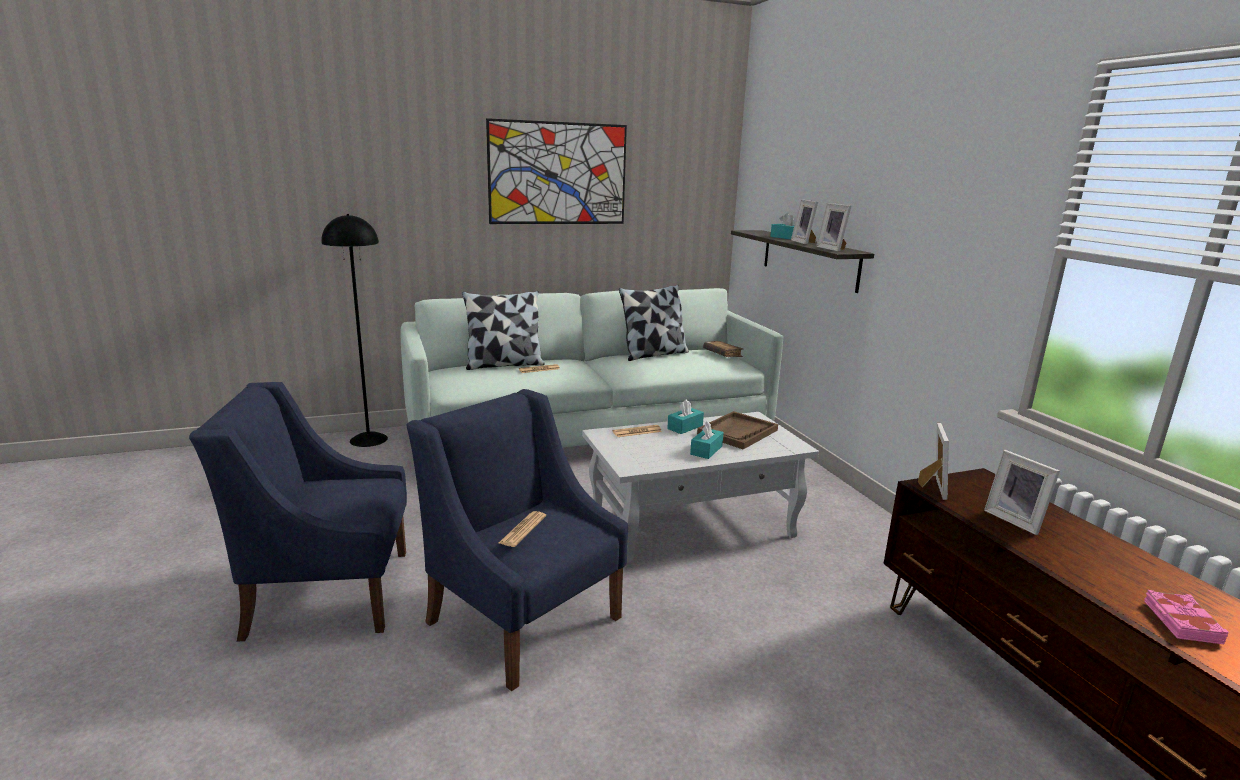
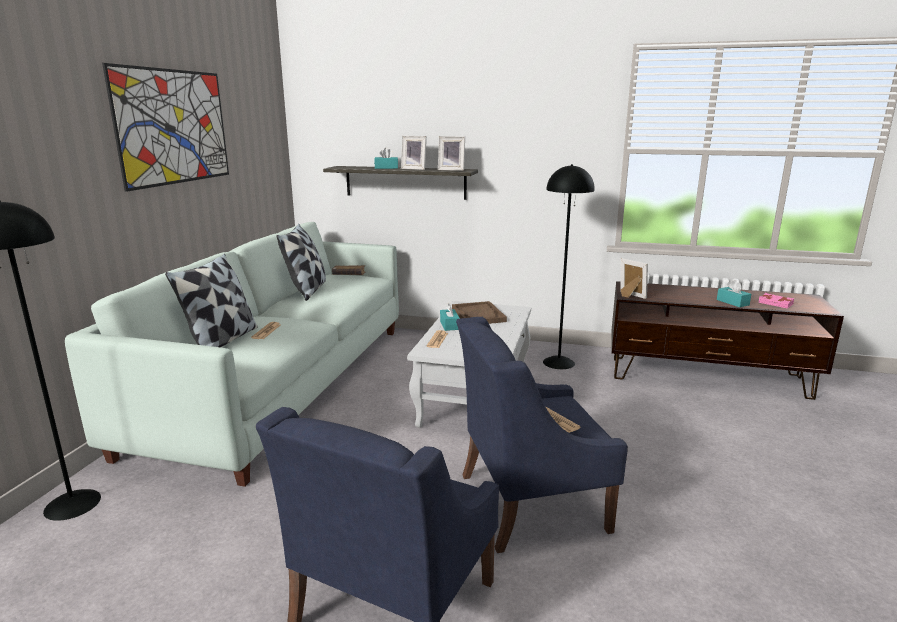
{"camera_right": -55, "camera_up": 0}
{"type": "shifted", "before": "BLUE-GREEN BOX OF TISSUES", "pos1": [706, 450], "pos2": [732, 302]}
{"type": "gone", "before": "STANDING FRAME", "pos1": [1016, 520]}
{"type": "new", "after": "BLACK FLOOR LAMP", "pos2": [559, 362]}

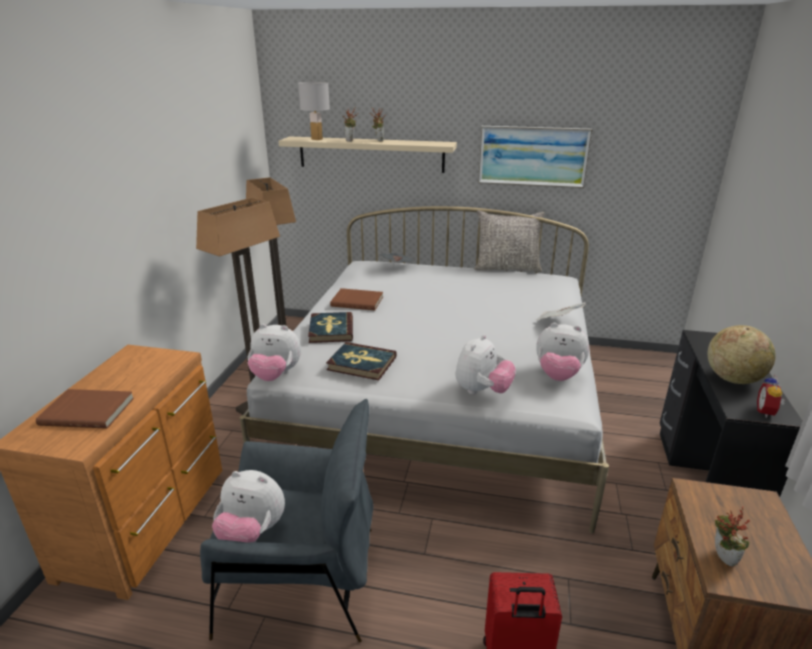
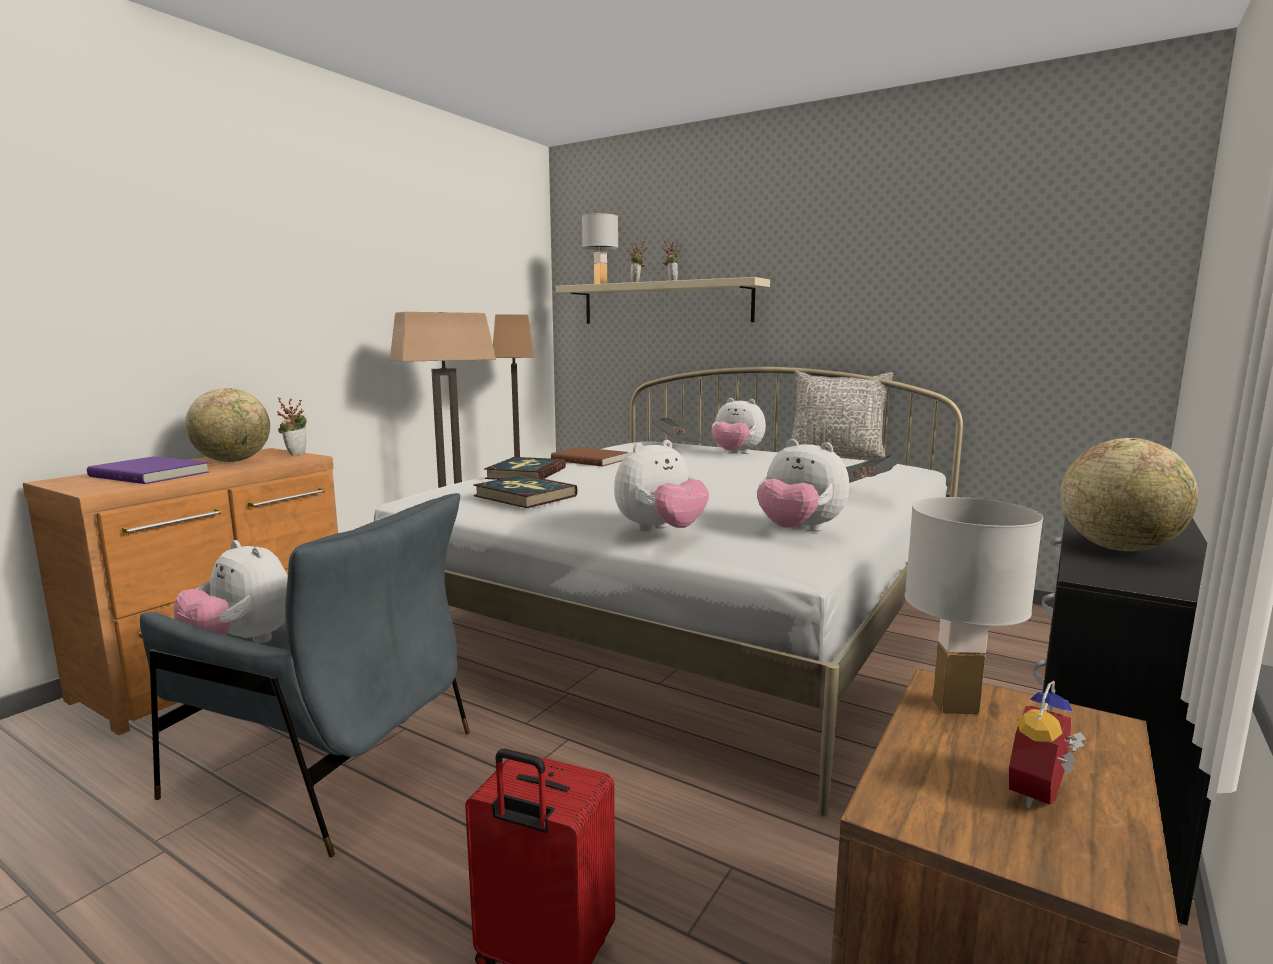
{"camera_right": 20, "camera_up": -15}
{"type": "repainted", "before": "BROWNISH VOLUME", "after": "PURPLE-COLOURED VOLUME", "pos1": [88, 410], "pos2": [151, 474]}
{"type": "shifted", "before": "SOFT TOY", "pos1": [276, 375], "pos2": [736, 454]}
{"type": "gone", "before": "PICTURE", "pos1": [533, 156]}
{"type": "shifted", "before": "POTTED PLANT", "pos1": [720, 557], "pos2": [295, 454]}
{"type": "shifted", "before": "ALARM CLOCK", "pos1": [767, 412], "pos2": [1043, 796]}
{"type": "new", "after": "DESK GLOBE", "pos2": [233, 461]}
{"type": "new", "after": "WHITE TABLETOP LAMP", "pos2": [956, 707]}

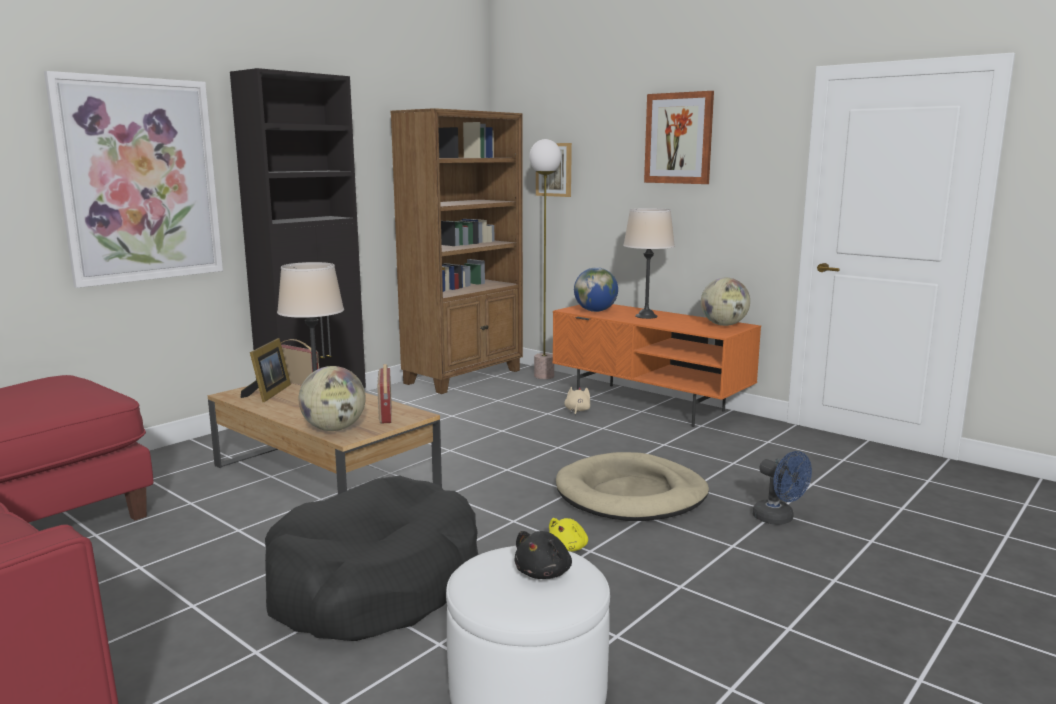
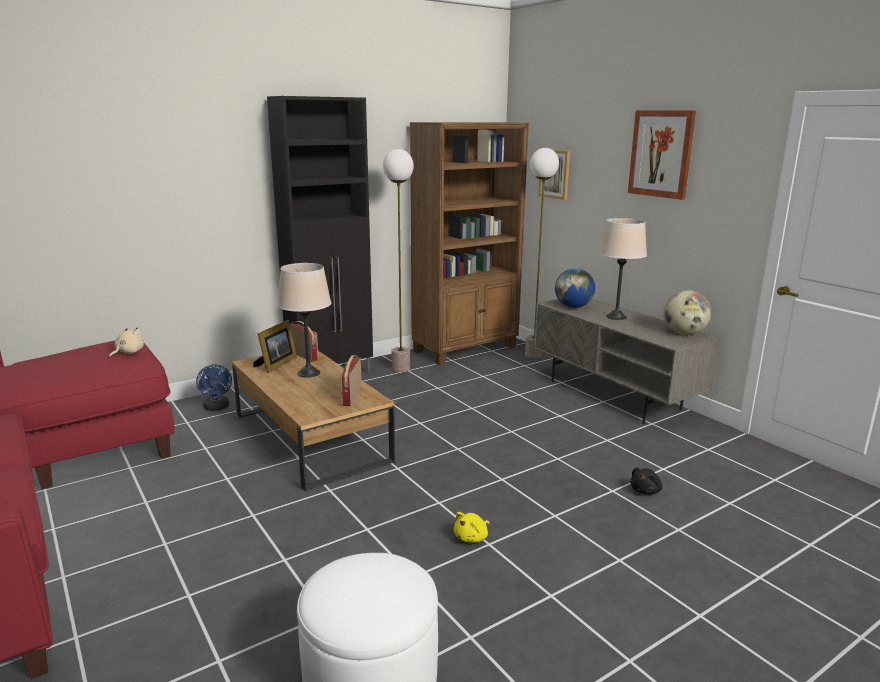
{"camera_right": 15, "camera_up": 5}
{"type": "gone", "before": "PICTURE", "pos1": [140, 180]}
{"type": "gone", "before": "BLACK DOG BED", "pos1": [374, 584]}
{"type": "gone", "before": "DESK GLOBE", "pos1": [334, 429]}
{"type": "shifted", "before": "BLACK SOFT TOY", "pos1": [544, 573], "pos2": [646, 490]}
{"type": "repainted", "before": "ORANGE TV STAND", "after": "GREY TV STAND", "pos1": [650, 404], "pos2": [615, 395]}
{"type": "gone", "before": "SAND-COLOURED DOG BED", "pos1": [631, 494]}
{"type": "shifted", "before": "SAND-COLOURED SOFT TOY", "pos1": [577, 410], "pos2": [128, 353]}
{"type": "shifted", "before": "BLUE-COLOURED ELECTRIC FAN", "pos1": [778, 519], "pos2": [217, 408]}
{"type": "new", "after": "FLOOR LAMP", "pos2": [401, 368]}

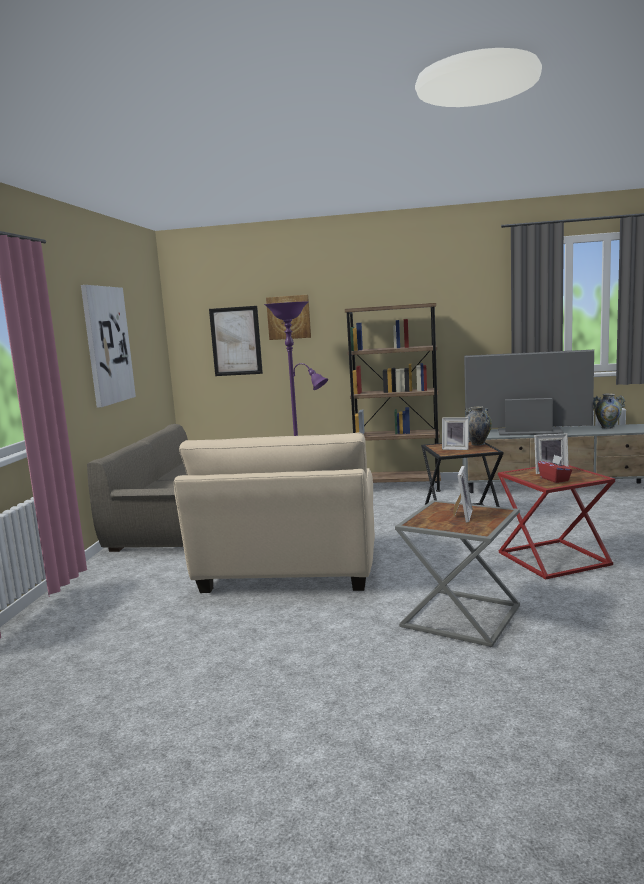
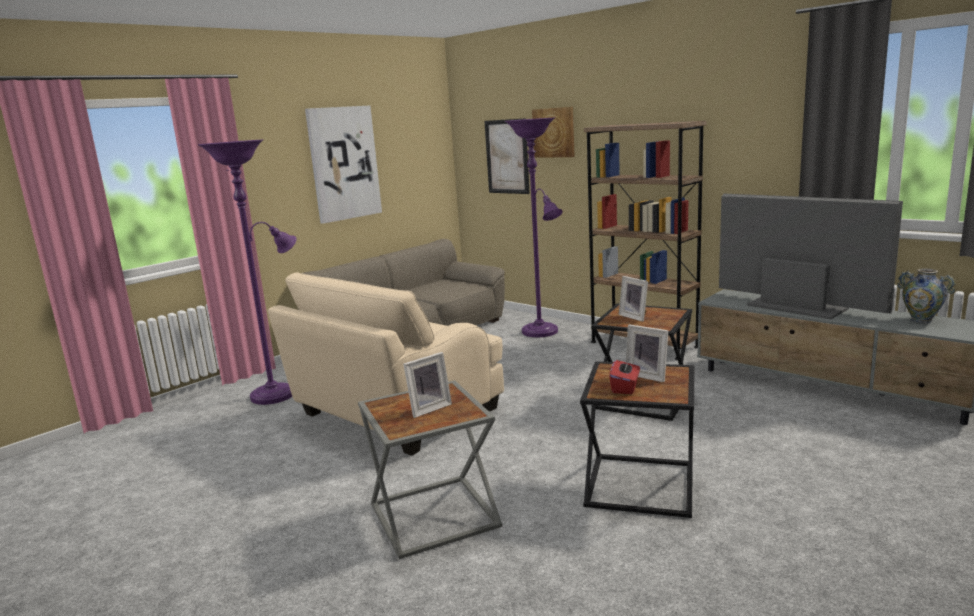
{"camera_right": 35, "camera_up": 5}
{"type": "gone", "before": "VASE", "pos1": [478, 444]}
{"type": "repainted", "before": "RED-COLOURED END TABLE", "after": "BLACK END TABLE", "pos1": [553, 558], "pos2": [642, 485]}
{"type": "new", "after": "PURPLE-COLOURED FLOOR LAMP", "pos2": [278, 393]}

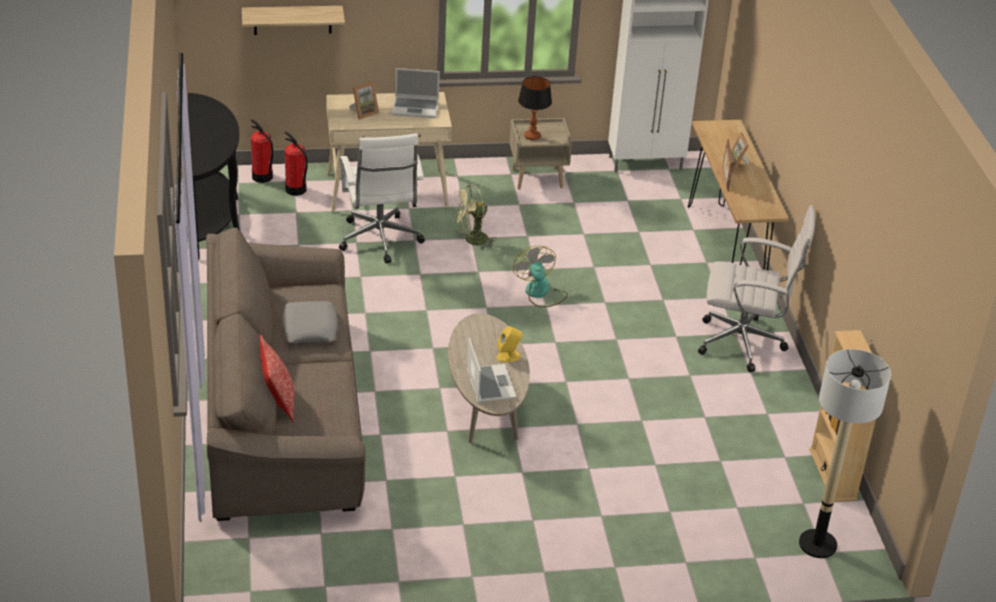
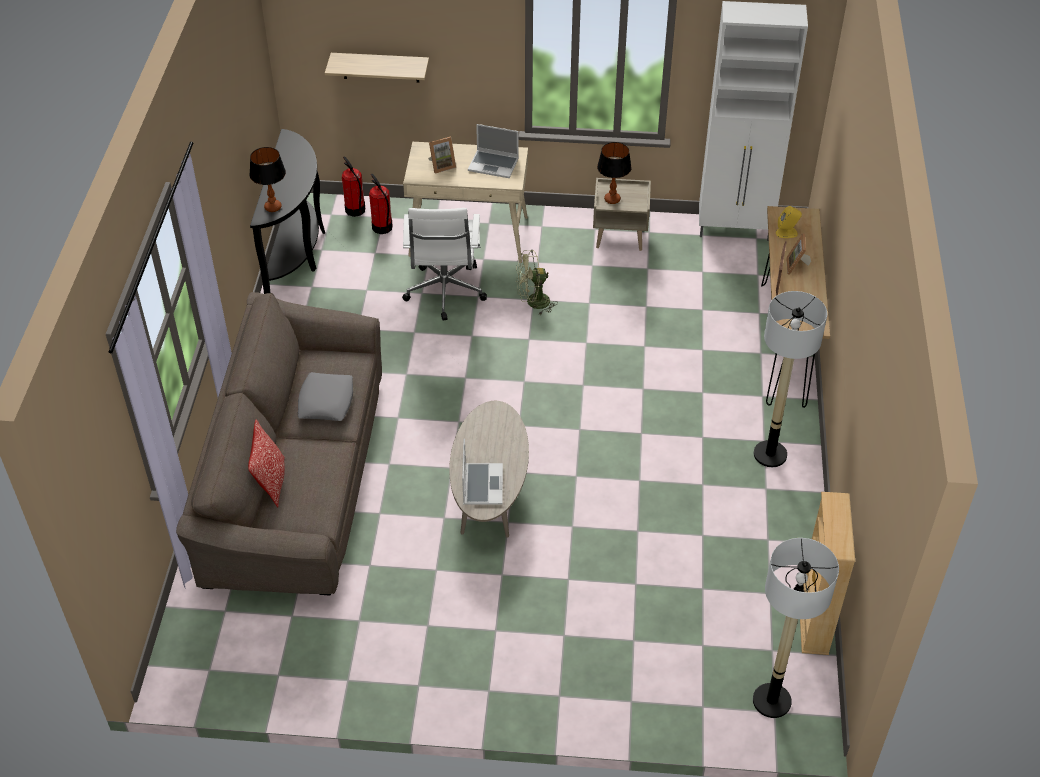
{"camera_right": 15, "camera_up": 10}
{"type": "shifted", "before": "YELLOW LOUDSPEAKER", "pos1": [508, 356], "pos2": [787, 233]}
{"type": "gone", "before": "ELECTRIC FAN", "pos1": [540, 293]}
{"type": "swapped", "before": "WHITE DESK CHAIR", "after": "FLOOR LAMP", "pos1": [744, 344], "pos2": [770, 454]}
{"type": "new", "after": "TABLETOP LAMP", "pos2": [273, 207]}

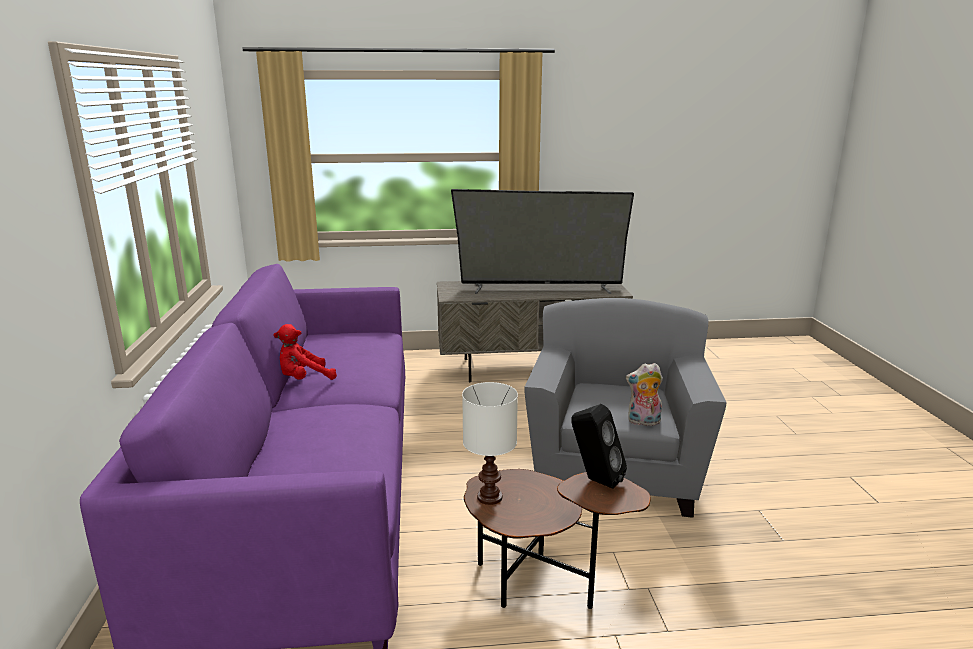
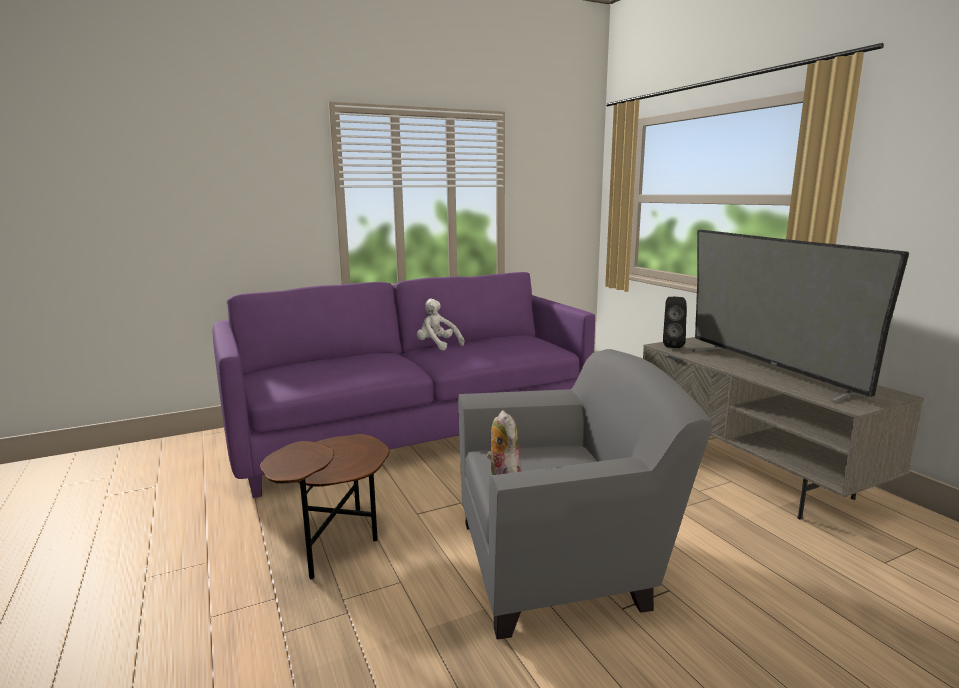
{"camera_right": 70, "camera_up": -5}
{"type": "repainted", "before": "RED-COLOURED SOFT TOY", "after": "WHITE SOFT TOY", "pos1": [303, 380], "pos2": [437, 345]}
{"type": "gone", "before": "WHITE TABLETOP LAMP", "pos1": [490, 498]}
{"type": "shifted", "before": "BLACK LOUDSPEAKER", "pos1": [595, 480], "pos2": [672, 346]}

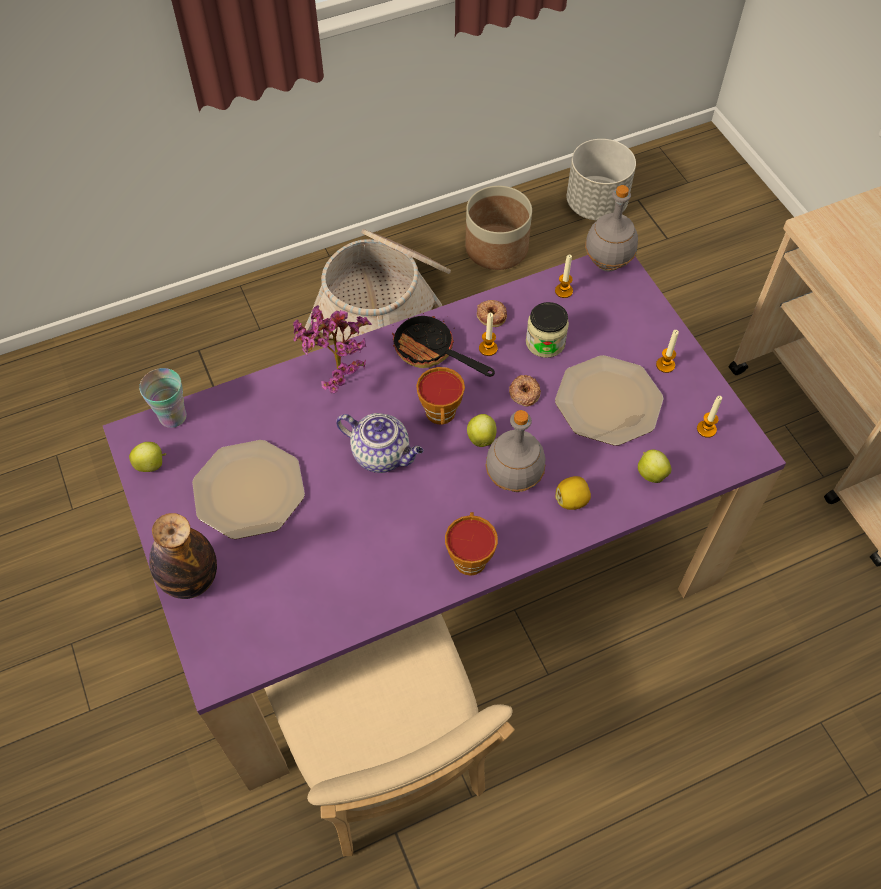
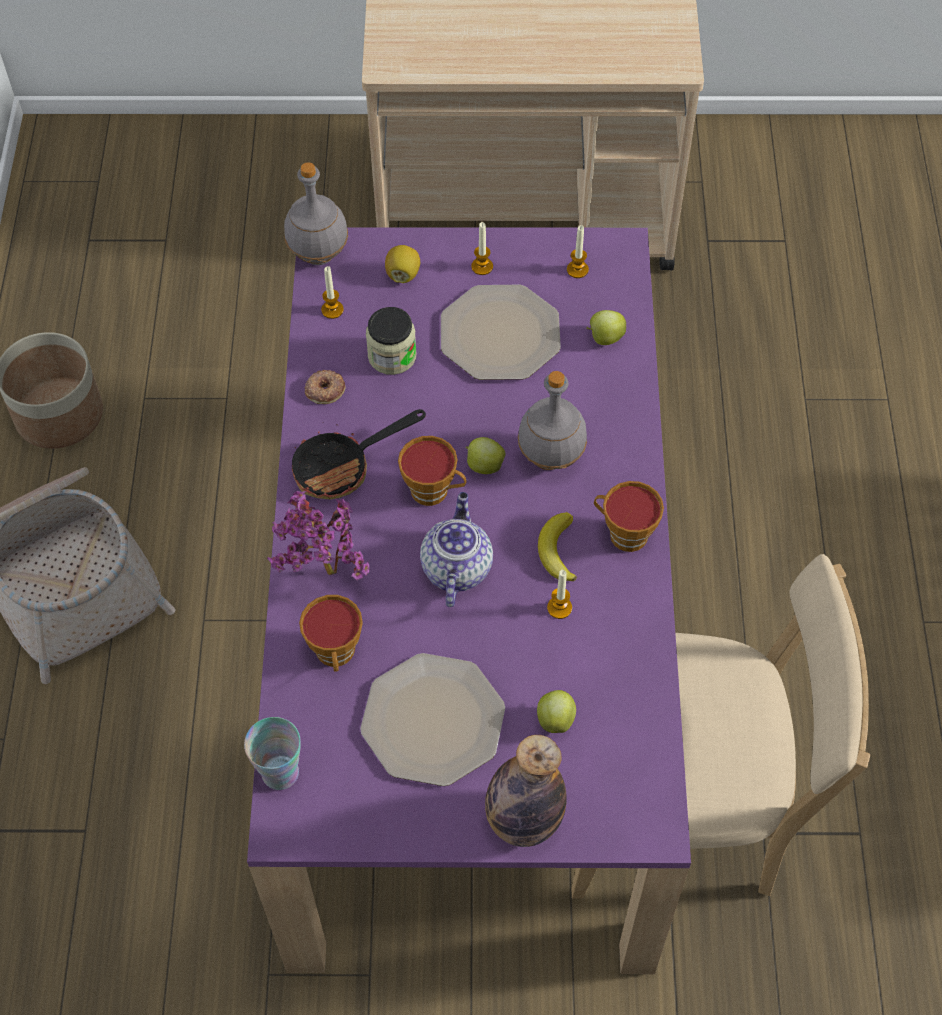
{"camera_right": -65, "camera_up": 0}
{"type": "shifted", "before": "WHOLE APPLE", "pos1": [152, 464], "pos2": [555, 719]}
{"type": "rotated", "before": "TEAPOT", "pos1": [382, 455], "pos2": [456, 567], "turn": -45}
{"type": "shifted", "before": "WAX CANDLE", "pos1": [488, 348], "pos2": [559, 608]}
{"type": "gone", "before": "DOUGHNUT", "pos1": [524, 393]}
{"type": "shifted", "before": "CITRUS FRUIT", "pos1": [572, 500], "pos2": [403, 274]}
{"type": "gone", "before": "GREY PLANT POT", "pos1": [596, 204]}
{"type": "new", "after": "CUP", "pos2": [336, 654]}
{"type": "new", "after": "BANANA", "pos2": [557, 550]}

